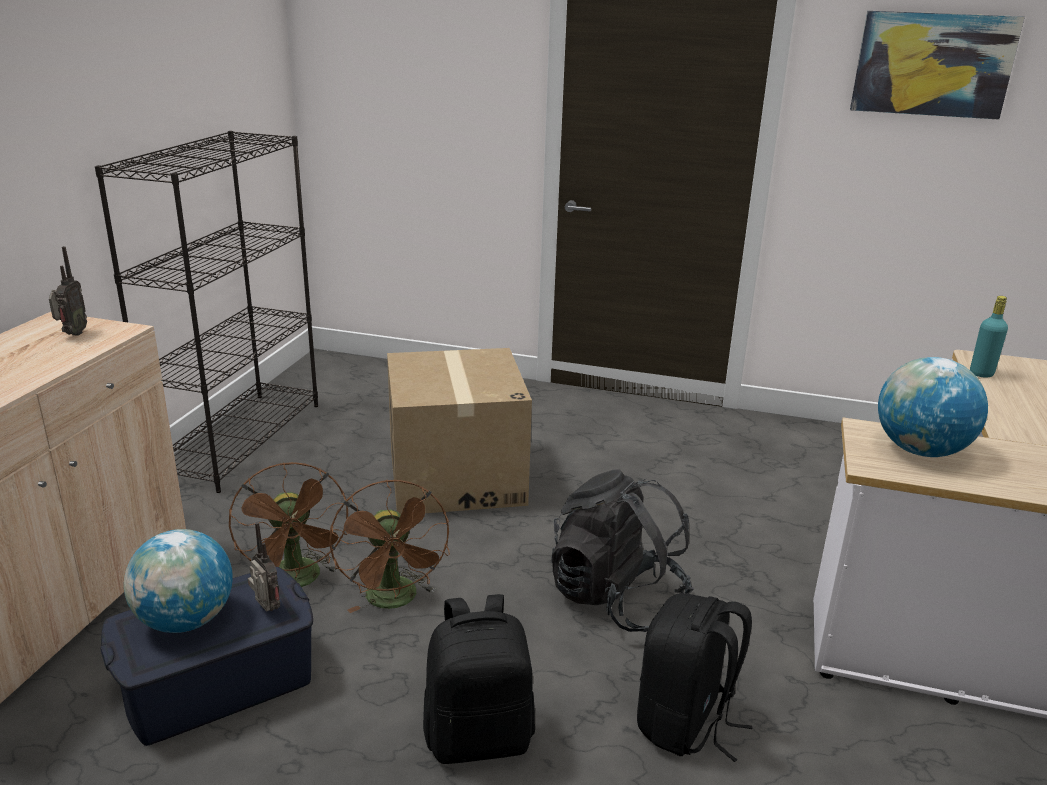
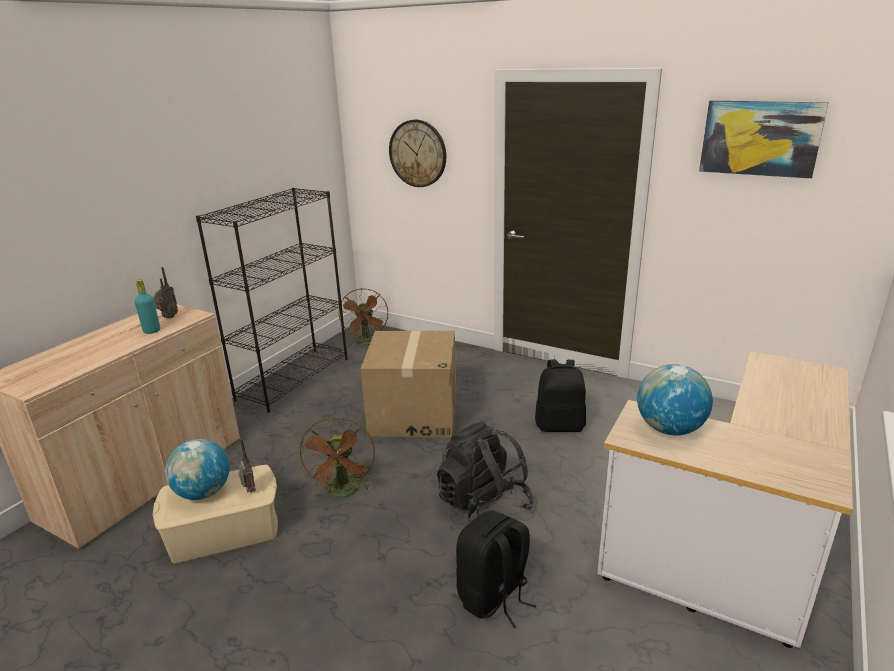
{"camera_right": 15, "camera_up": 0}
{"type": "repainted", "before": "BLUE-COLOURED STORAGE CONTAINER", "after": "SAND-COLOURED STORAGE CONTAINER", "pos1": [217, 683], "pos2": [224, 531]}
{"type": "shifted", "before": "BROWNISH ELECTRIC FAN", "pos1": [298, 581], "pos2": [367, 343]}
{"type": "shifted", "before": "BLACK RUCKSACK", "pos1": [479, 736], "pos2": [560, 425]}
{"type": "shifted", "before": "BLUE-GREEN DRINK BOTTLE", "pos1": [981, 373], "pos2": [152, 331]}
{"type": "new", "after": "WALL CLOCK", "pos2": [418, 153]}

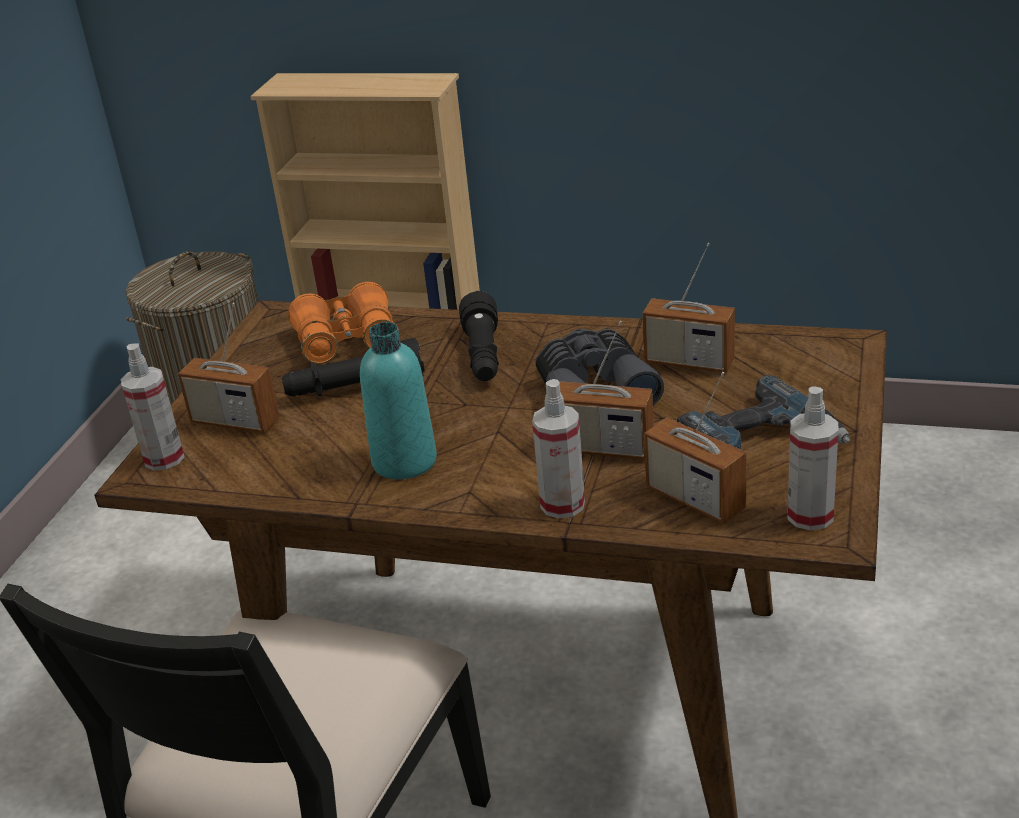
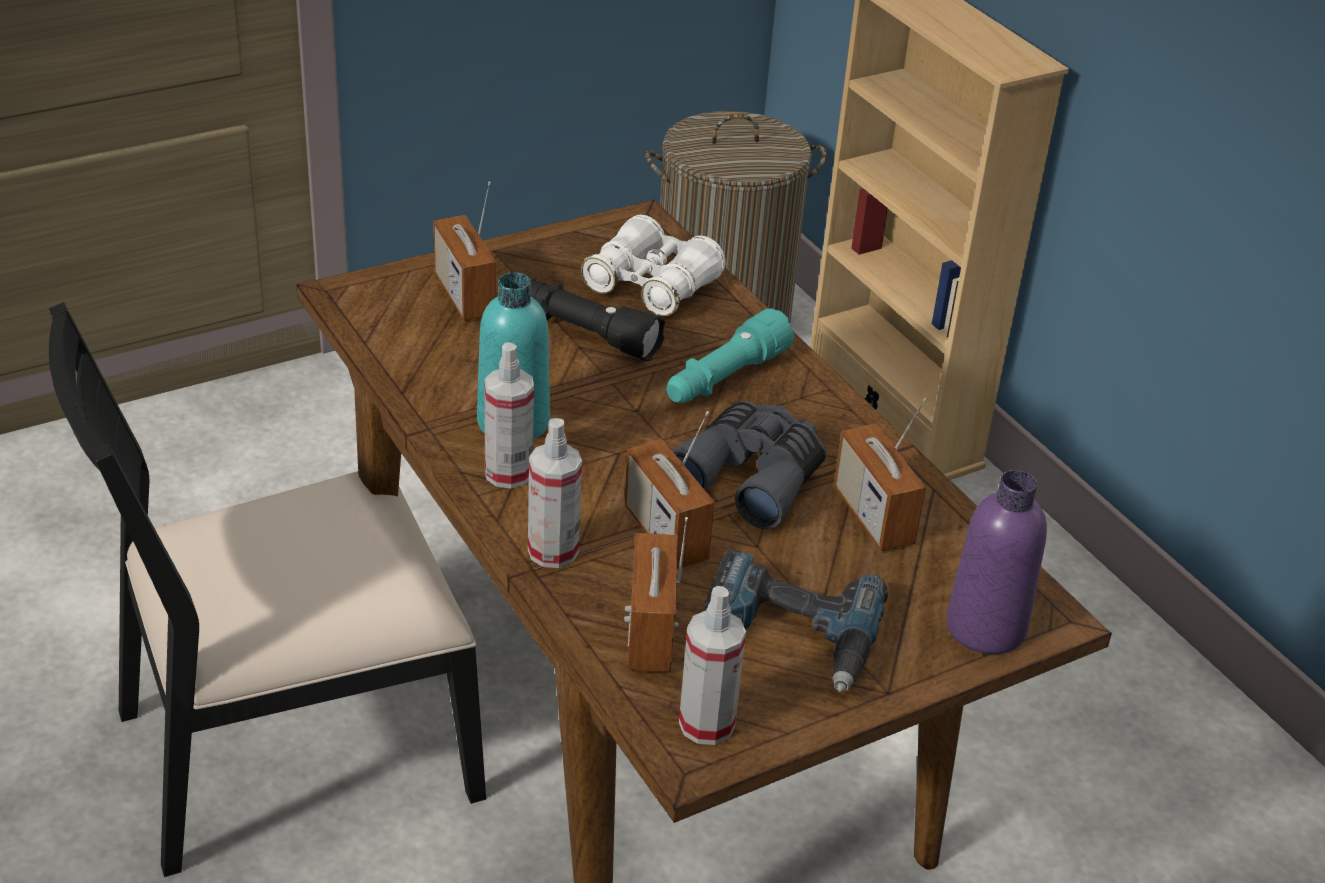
{"camera_right": 40, "camera_up": 5}
{"type": "shifted", "before": "SPRAYER", "pos1": [164, 458], "pos2": [508, 473]}
{"type": "repainted", "before": "ORANGE PAIR OF BINOCULARS", "after": "WHITE PAIR OF BINOCULARS", "pos1": [347, 340], "pos2": [651, 285]}
{"type": "repainted", "before": "BLACK TORCH", "after": "BLUE-GREEN TORCH", "pos1": [483, 355], "pos2": [724, 378]}
{"type": "new", "after": "PURPLE-COLOURED DRINK BOTTLE", "pos2": [985, 627]}

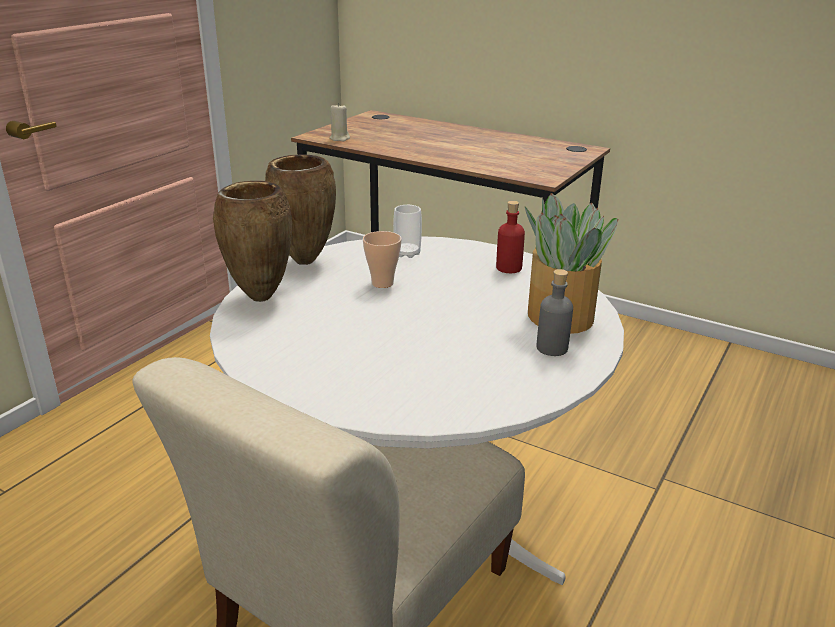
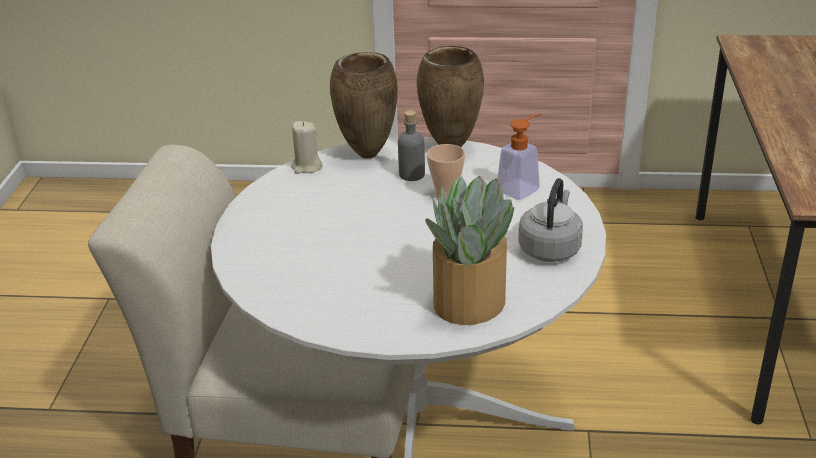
{"camera_right": 65, "camera_up": 5}
{"type": "shifted", "before": "SAND-COLOURED WAX CANDLE", "pos1": [340, 138], "pos2": [306, 167]}
{"type": "swapped", "before": "CUP", "after": "SOAP BOTTLE", "pos1": [407, 253], "pos2": [522, 187]}
{"type": "swapped", "before": "RED-COLOURED DRINK BOTTLE", "after": "GREY KETTLE", "pos1": [508, 268], "pos2": [550, 248]}
{"type": "shifted", "before": "GREY DRINK BOTTLE", "pos1": [552, 348], "pos2": [412, 174]}

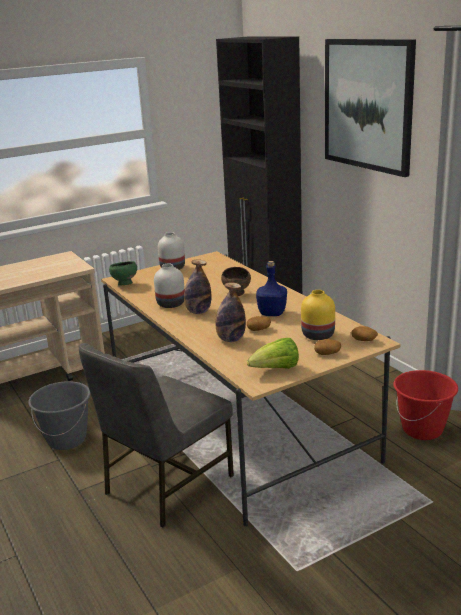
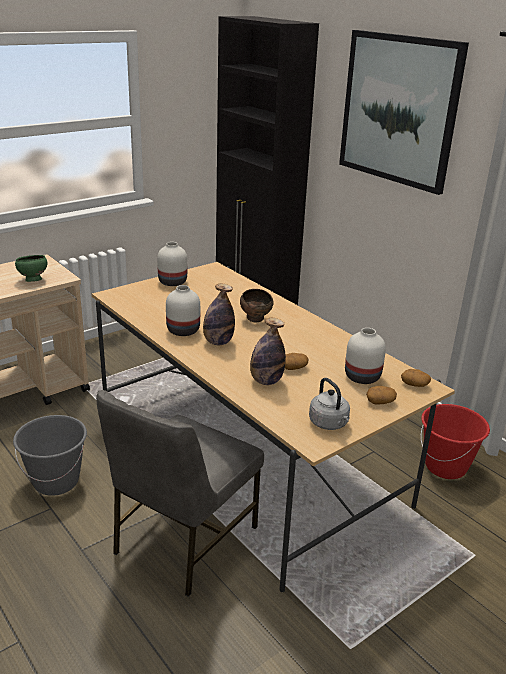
{"camera_right": -10, "camera_up": 5}
{"type": "shifted", "before": "GREEN-COLOURED DEEP DISH", "pos1": [124, 284], "pos2": [33, 280]}
{"type": "swapped", "before": "LETTUCE HEAD", "after": "GREY KETTLE", "pos1": [276, 369], "pos2": [329, 424]}
{"type": "gone", "before": "BLUE-COLOURED DRINK BOTTLE", "pos1": [272, 313]}
{"type": "repainted", "before": "YELLOW VASE", "after": "WHITE VASE", "pos1": [317, 335], "pos2": [361, 376]}

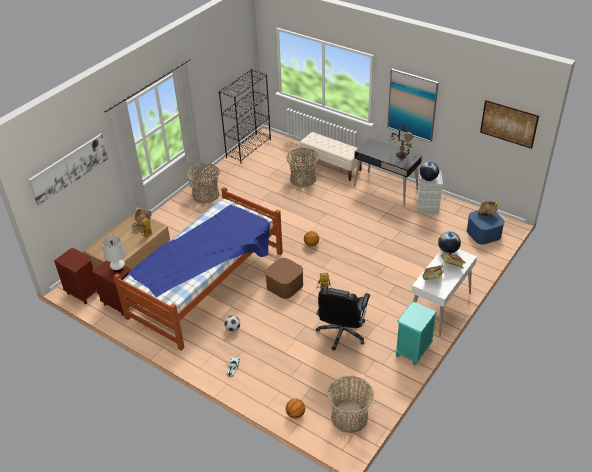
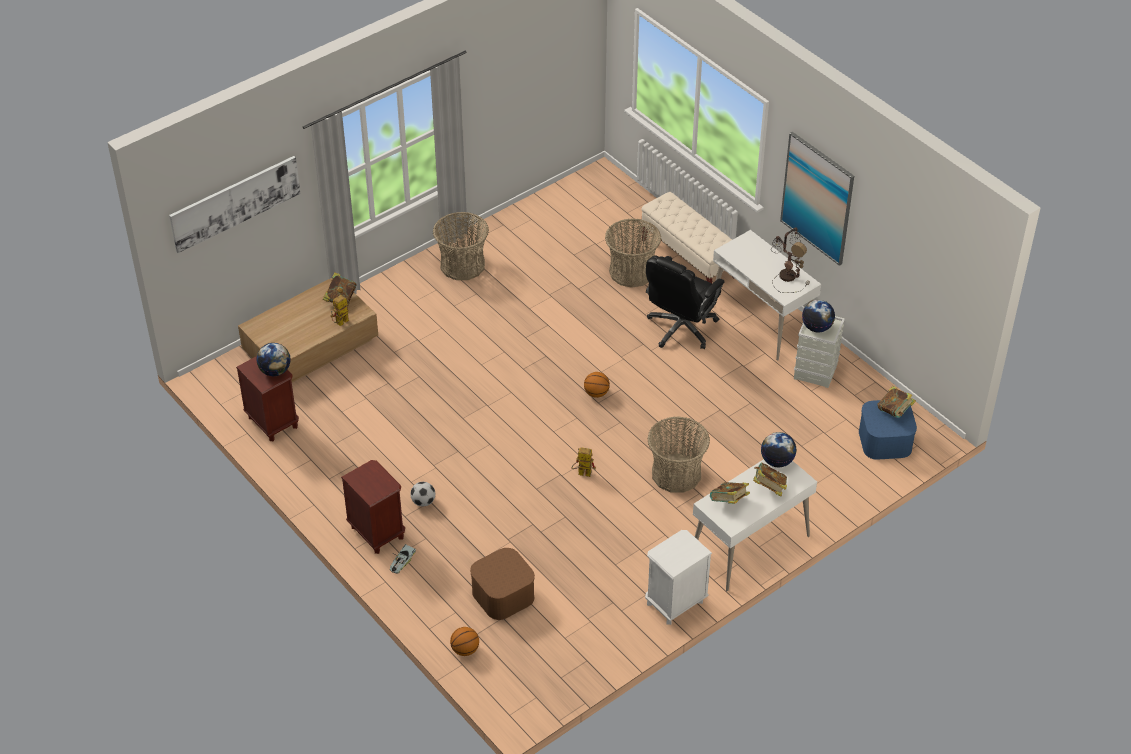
{"camera_right": 15, "camera_up": 5}
{"type": "shifted", "before": "BROWNISH NIGHT TABLE", "pos1": [83, 293], "pos2": [377, 532]}
{"type": "swapped", "before": "WHITE TABLETOP LAMP", "after": "DESK GLOBE", "pos1": [118, 268], "pos2": [275, 371]}
{"type": "gone", "before": "BED", "pos1": [208, 284]}
{"type": "gone", "before": "BLACK BOOKCASE", "pos1": [248, 148]}
{"type": "shifted", "before": "BROWNISH STORAGE CONTAINER", "pos1": [285, 285], "pos2": [503, 595]}
{"type": "shifted", "before": "BLACK DESK CHAIR", "pos1": [342, 333], "pos2": [681, 328]}
{"type": "shifted", "before": "STORAGE BASKET", "pos1": [349, 417], "pos2": [676, 473]}
{"type": "repainted", "before": "BLACK DESK", "after": "WHITE DESK", "pos1": [385, 188], "pos2": [761, 321]}
{"type": "repainted", "before": "BLUE-GREEN NIGHT TABLE", "after": "WHITE NIGHT TABLE", "pos1": [412, 351], "pos2": [675, 603]}
{"type": "gone", "before": "PICTURE", "pos1": [508, 124]}

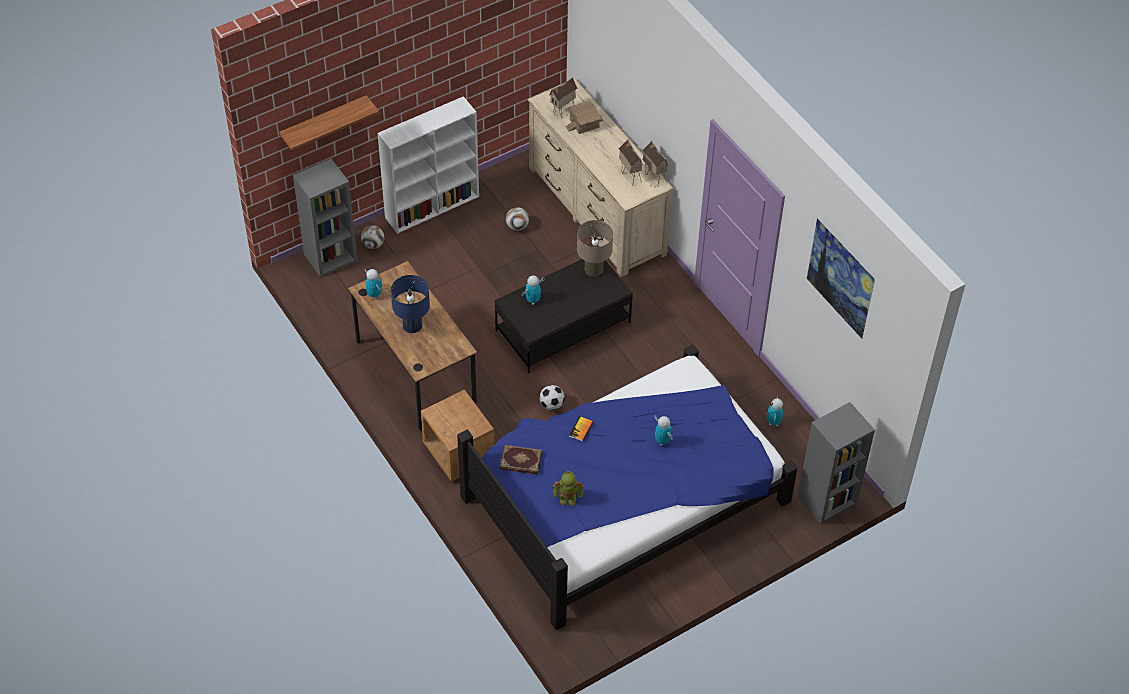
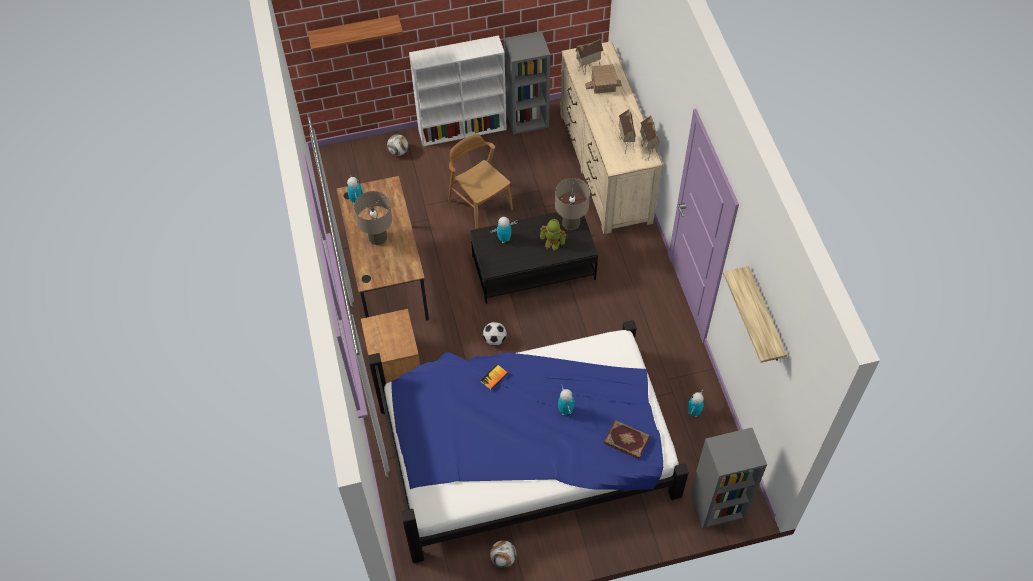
{"camera_right": 20, "camera_up": 5}
{"type": "shifted", "before": "GREY BOOKCASE", "pos1": [330, 256], "pos2": [527, 119]}
{"type": "repainted", "before": "BLUE-COLOURED TABLETOP LAMP", "after": "SAND-COLOURED TABLETOP LAMP", "pos1": [412, 325], "pos2": [377, 237]}
{"type": "shifted", "before": "VOLUME", "pos1": [521, 460], "pos2": [627, 439]}
{"type": "shifted", "before": "FOOTBALL", "pos1": [517, 226], "pos2": [503, 558]}
{"type": "shifted", "before": "TOY ROBOT", "pos1": [568, 497], "pos2": [553, 242]}
{"type": "swapped", "before": "PICTURE", "after": "BRACKET SHELF", "pos1": [836, 293], "pos2": [764, 317]}
{"type": "new", "after": "BROWNISH UPRIGHT CHAIR", "pos2": [480, 205]}

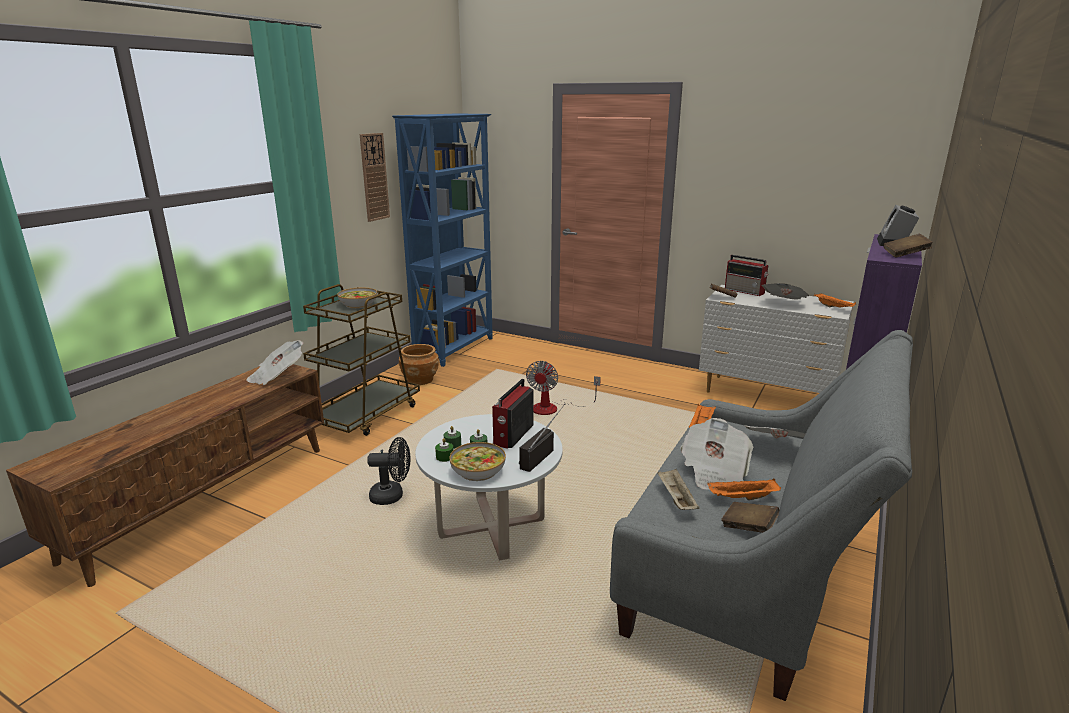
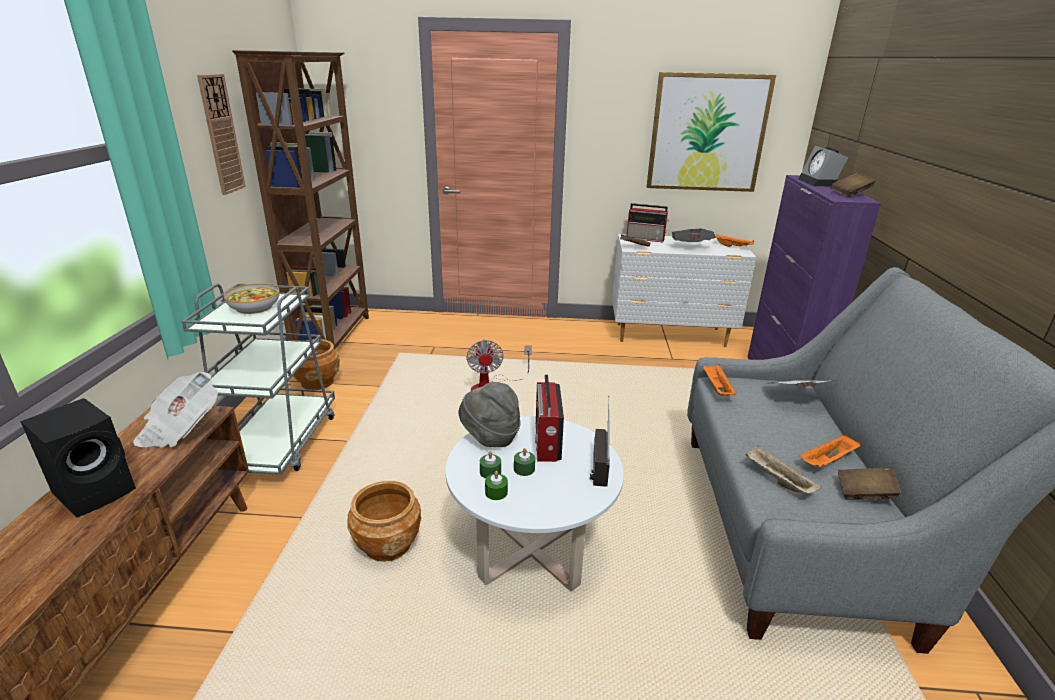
{"camera_right": -25, "camera_up": 5}
{"type": "repainted", "before": "BROWNISH TROLLEY", "after": "GREY TROLLEY", "pos1": [366, 415], "pos2": [279, 442]}
{"type": "swapped", "before": "BLACK ELECTRIC FAN", "after": "BROWNISH PLANT POT", "pos1": [392, 496], "pos2": [387, 545]}
{"type": "repainted", "before": "BLUE-COLOURED BOOKCASE", "after": "BROWNISH BOOKCASE", "pos1": [455, 348], "pos2": [334, 336]}
{"type": "gone", "before": "DEEP DISH", "pos1": [478, 471]}
{"type": "gone", "before": "PRINTED PAPER", "pos1": [713, 471]}
{"type": "new", "after": "BLACK LOUDSPEAKER", "pos2": [98, 490]}
{"type": "new", "after": "GREY CLOTHING HAT", "pos2": [490, 437]}
{"type": "new", "after": "PICTURE", "pos2": [707, 133]}

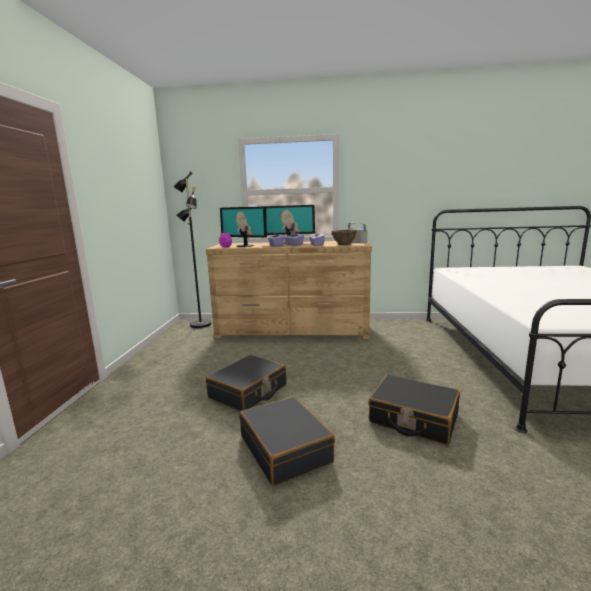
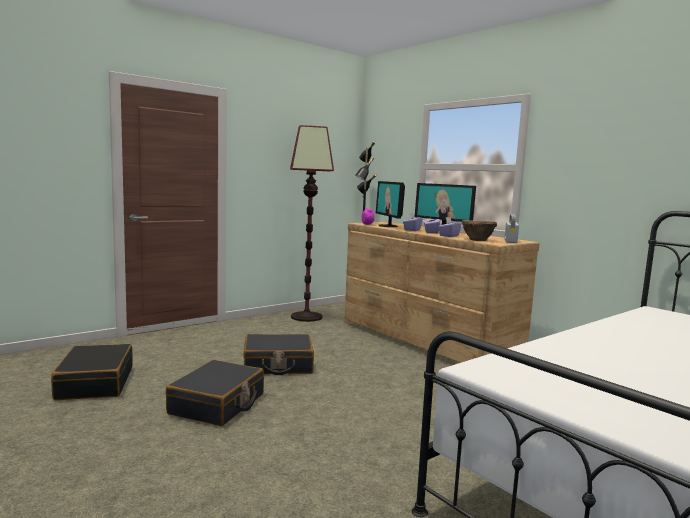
{"camera_right": 45, "camera_up": -5}
{"type": "shifted", "before": "BLACK PIECE OF LUGGAGE", "pos1": [413, 419], "pos2": [95, 383]}
{"type": "new", "after": "FLOOR LAMP", "pos2": [306, 317]}

